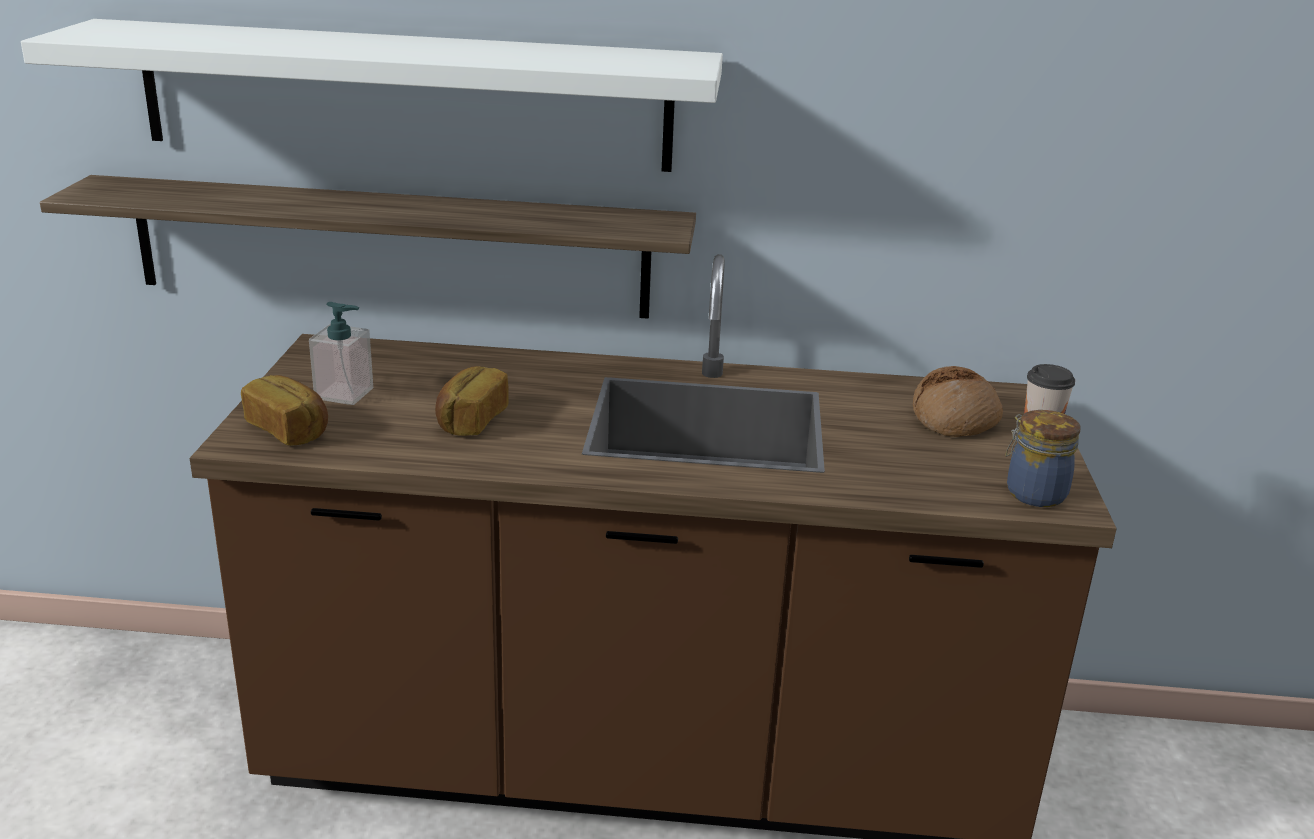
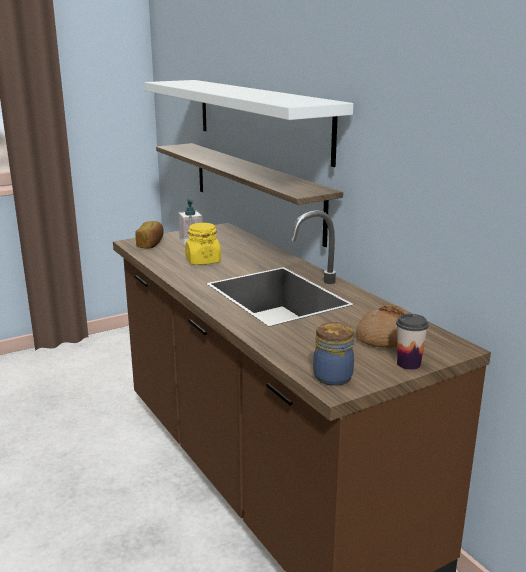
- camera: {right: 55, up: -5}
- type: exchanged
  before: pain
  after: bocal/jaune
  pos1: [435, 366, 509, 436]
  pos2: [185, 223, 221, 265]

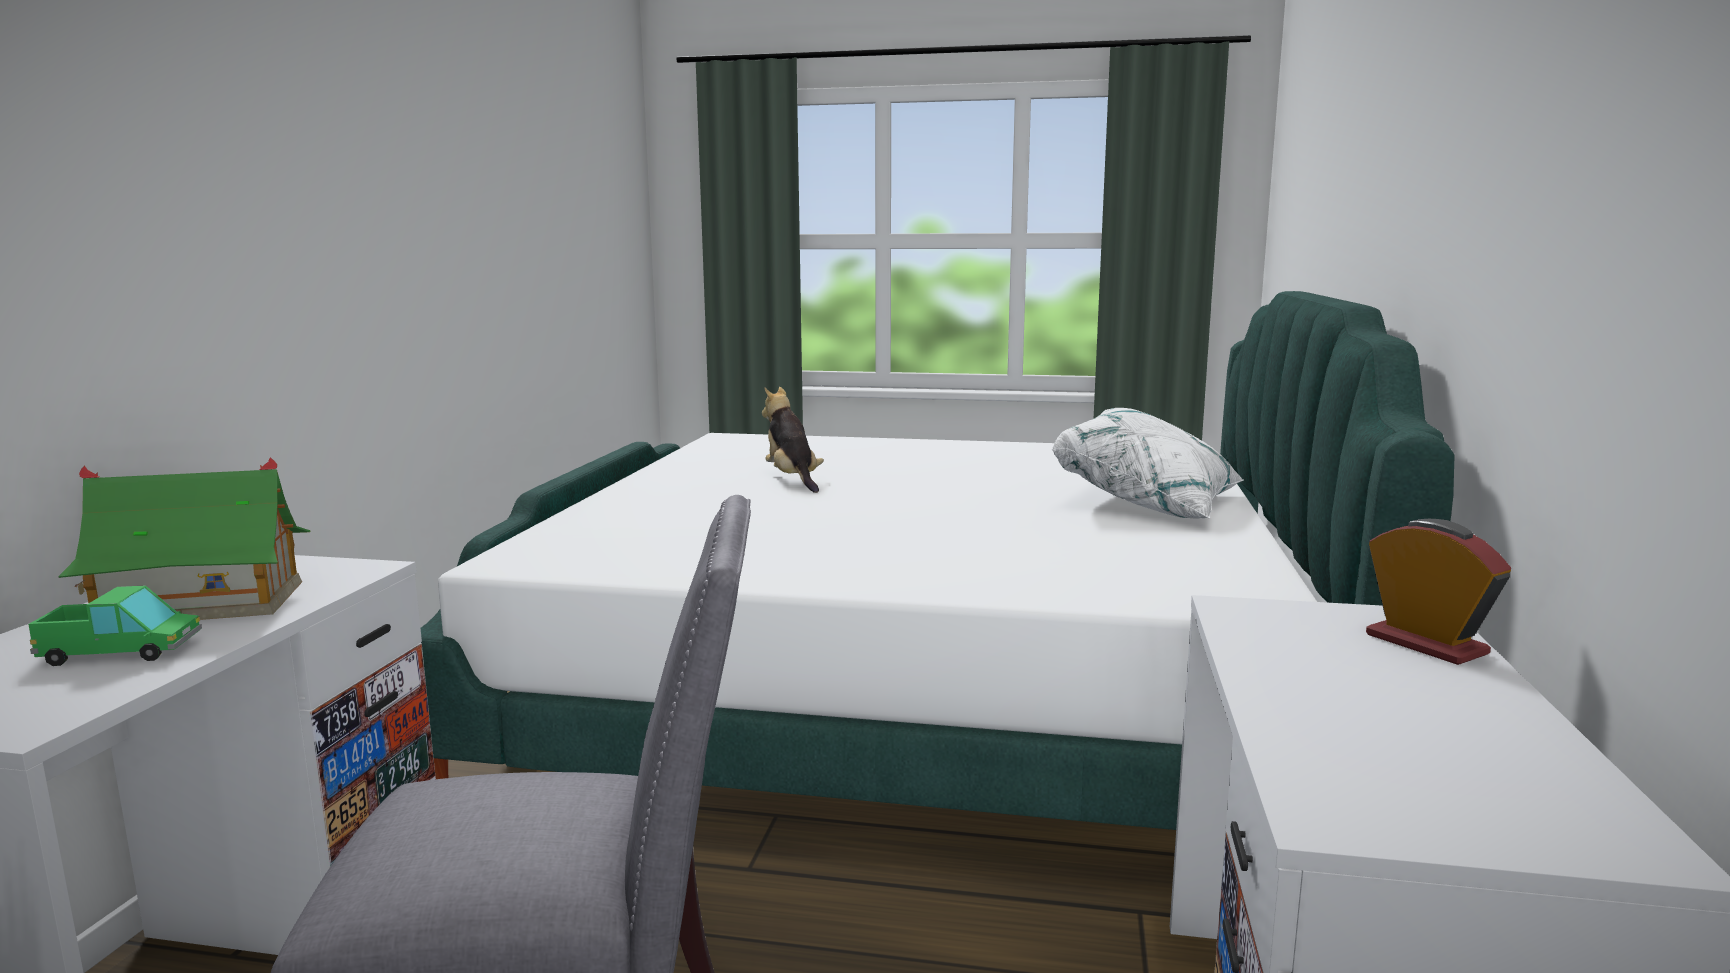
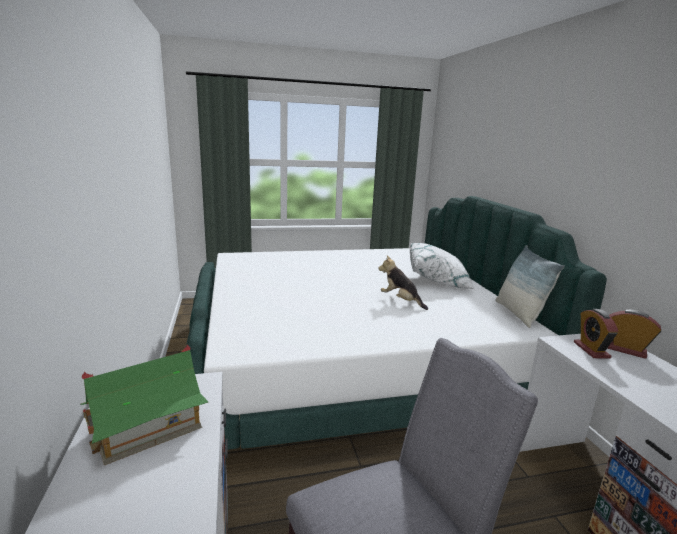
- camera: {right: -25, up: 5}
- type: missing
  before: camion jouet
  pos1: [28, 585, 202, 666]
- type: appeared
  after: coussin
  pos2: [495, 245, 565, 328]
- type: appeared
  after: réveil
  pos2: [574, 309, 619, 358]
- type: relocated
  before: peluche
  pos1: [762, 387, 824, 493]
  pos2: [378, 256, 428, 310]

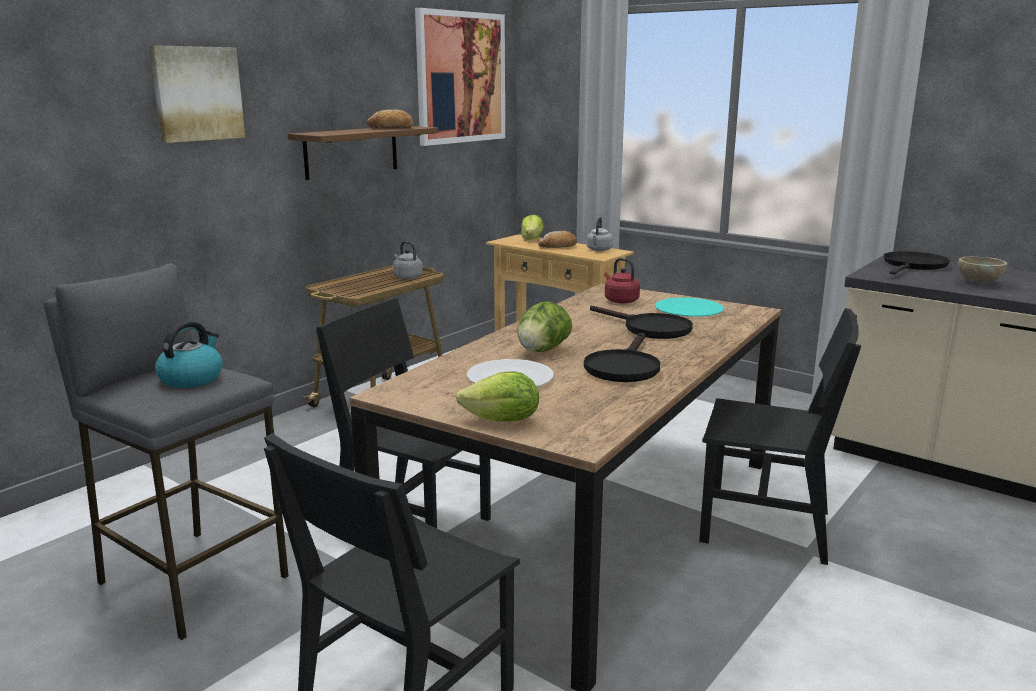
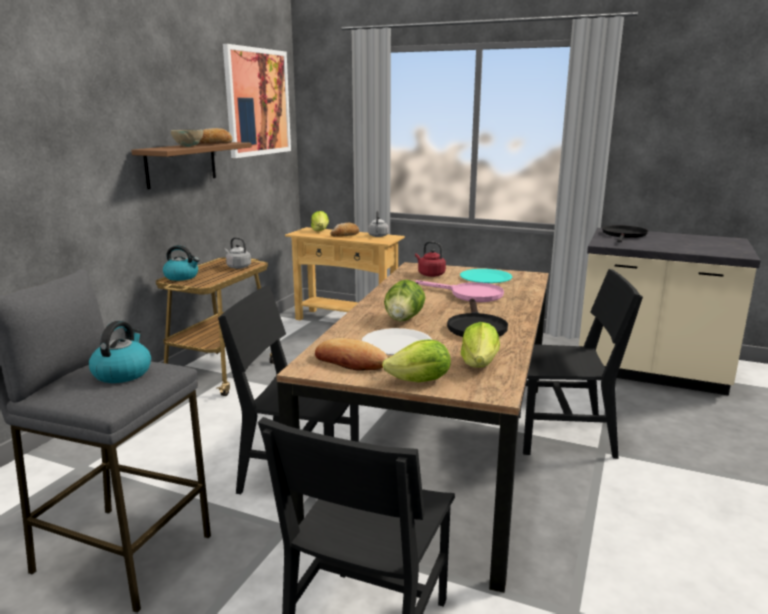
- camera: {right: -15, up: 0}
- type: missing
  before: tableau
  pos1: [149, 45, 245, 143]
- type: appeared
  after: bouilloire
  pos2: [163, 245, 200, 281]
- type: appeared
  after: pain
  pos2: [315, 338, 388, 371]
- type: appeared
  after: laitue
  pos2: [461, 322, 500, 368]
- type: relocated
  before: bol/beige
  pos1: [958, 257, 1008, 284]
  pos2: [171, 130, 203, 147]
- type: colour
  before: poêle/noir
  after: poêle/rose
  pos1: [590, 306, 693, 339]
  pos2: [416, 280, 504, 302]

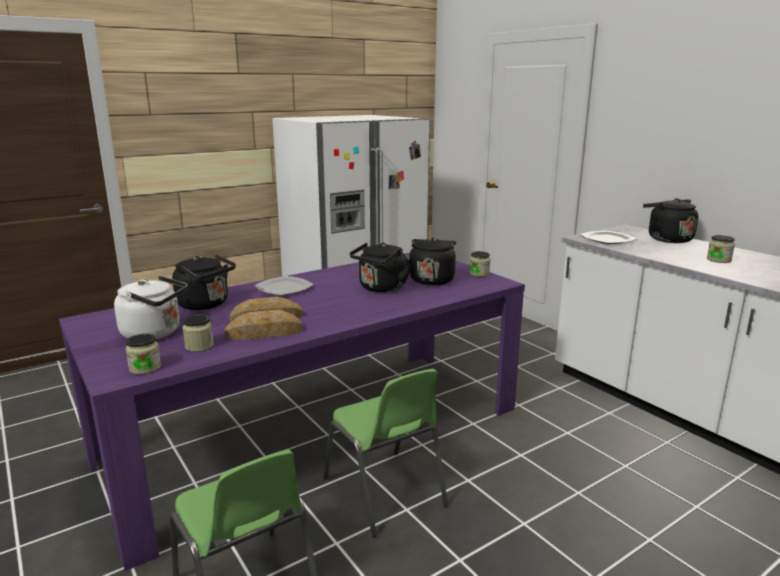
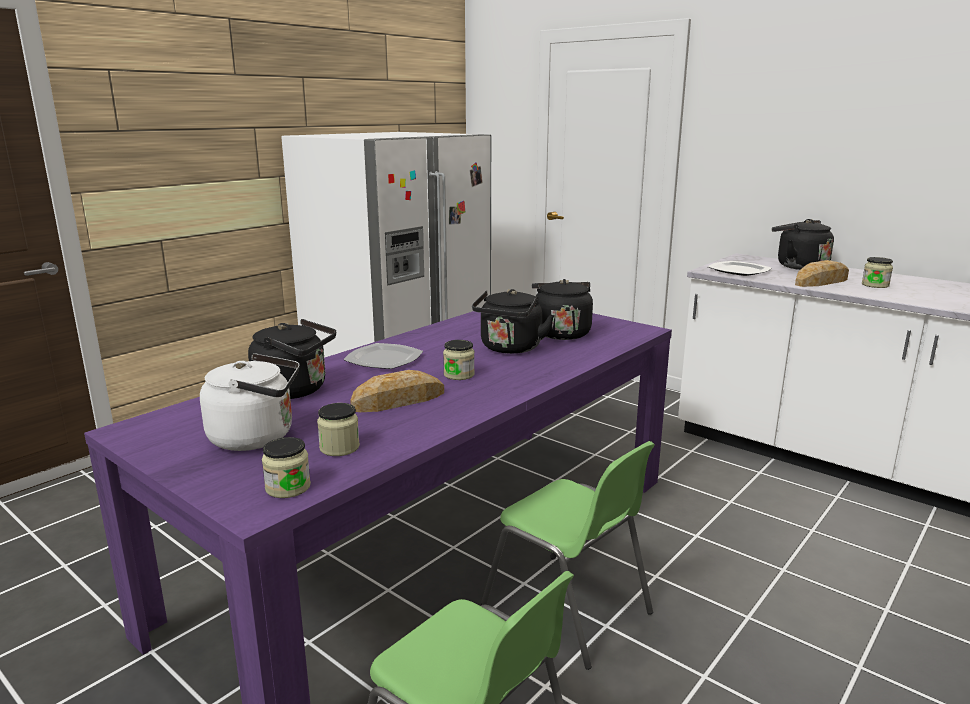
- camera: {right: -15, up: 0}
- type: relocated
  before: pain
  pos1: [225, 310, 302, 340]
  pos2: [795, 260, 849, 287]
- type: relocated
  before: bocal
  pos1: [469, 251, 490, 277]
  pos2: [443, 340, 475, 380]

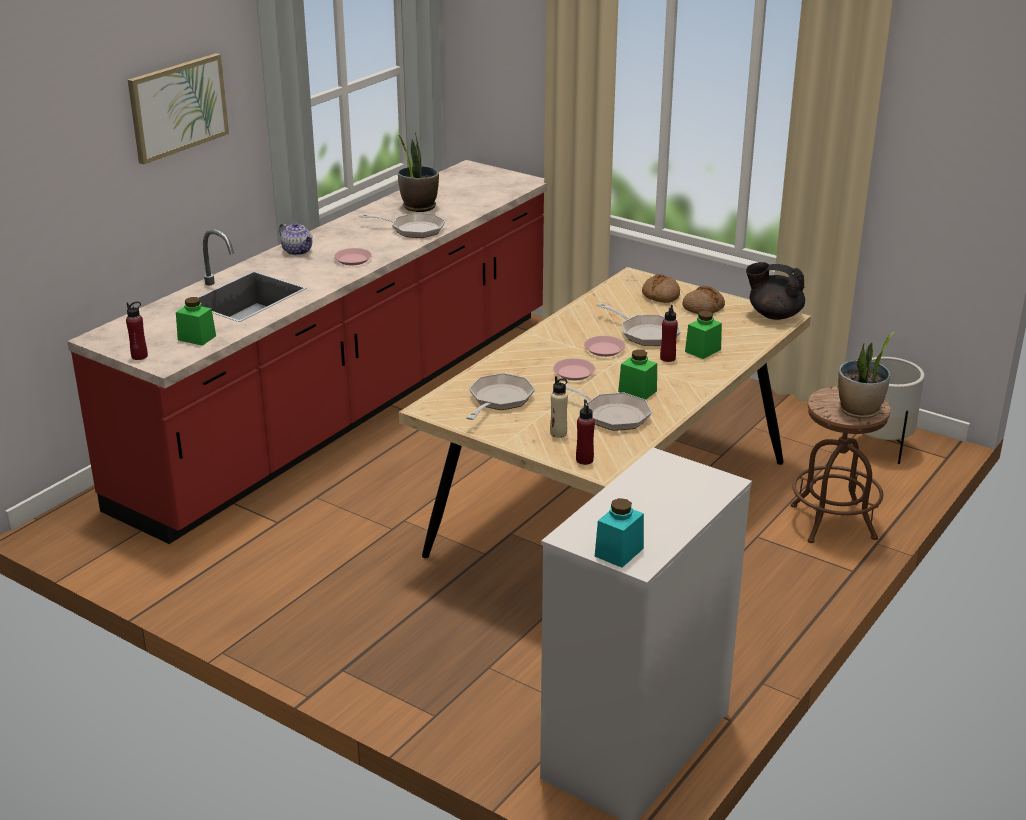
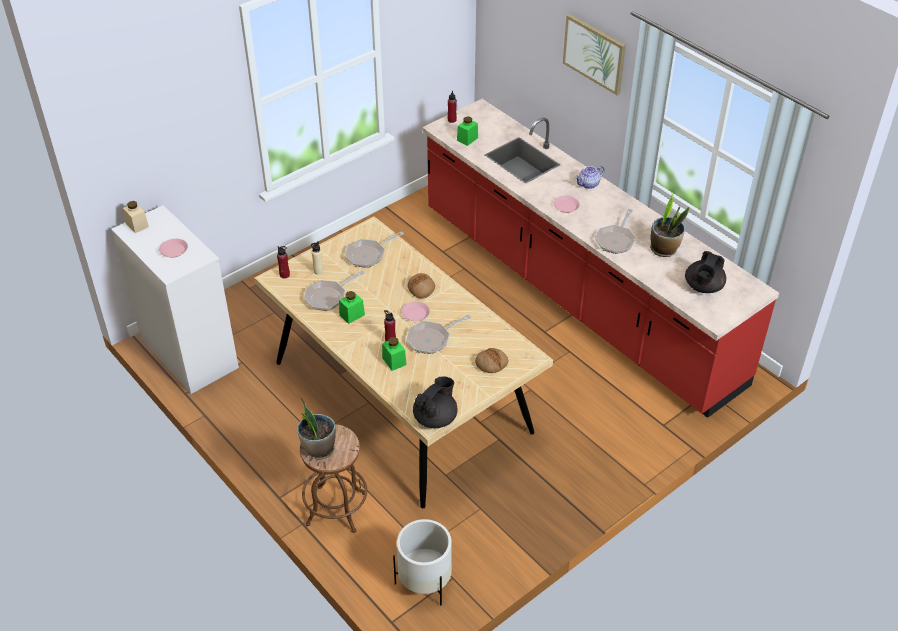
- camera: {right: 105, up: 15}
- type: appeared
  after: théière/noir
  pos2: [685, 251, 726, 293]
- type: relocated
  before: assiette/rose
  pos1: [553, 358, 595, 380]
  pos2: [159, 239, 188, 258]
- type: relocated
  before: pain
  pos1: [682, 286, 725, 314]
  pos2: [408, 273, 435, 299]
- type: colour
  before: bocal/turquoise
  after: bocal/beige
  pos1: [595, 498, 644, 568]
  pos2: [123, 201, 149, 233]
- type: spun
  before: poêle
  pos1: [466, 373, 535, 420]
  pos2: [345, 231, 404, 268]
  turn: 105

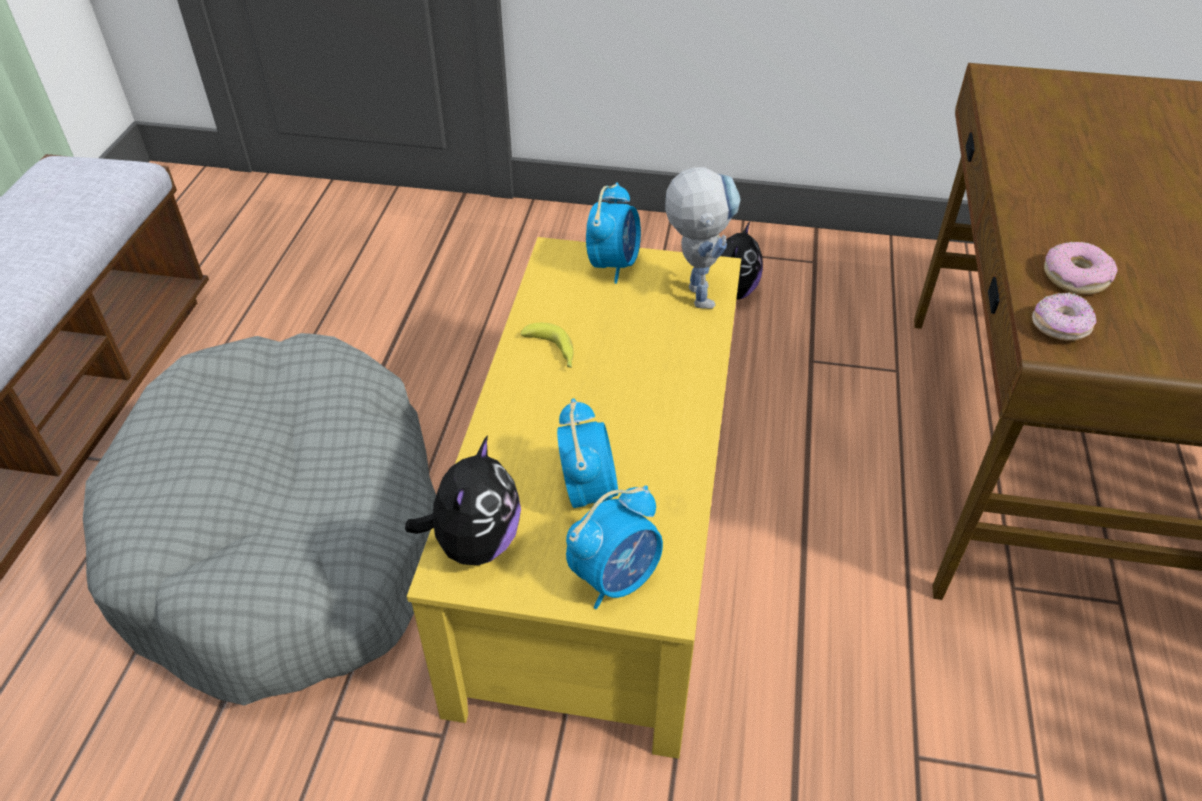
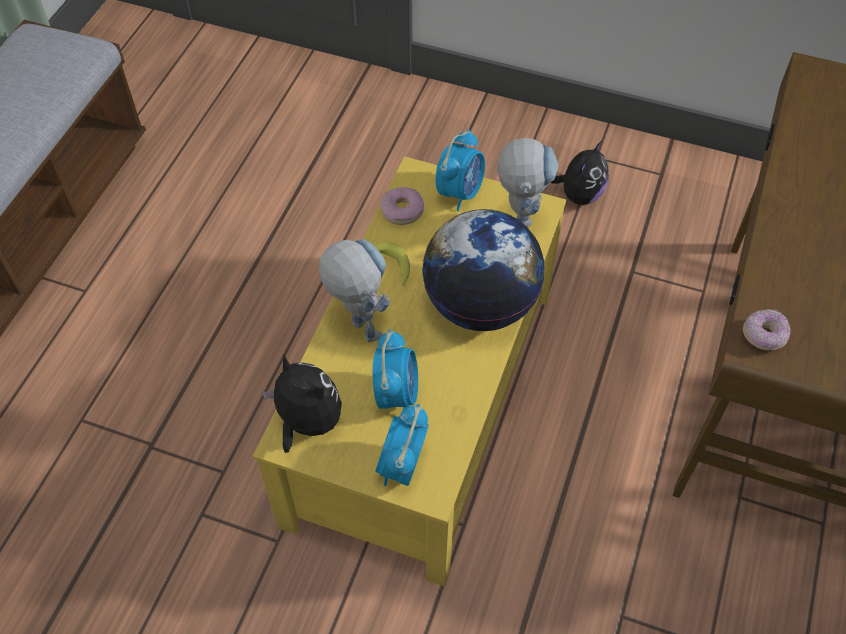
- camera: {right: 10, up: 10}
- type: missing
  before: panier pour chien/gris
  pos1: [83, 333, 436, 706]
- type: appeared
  after: robot jouet
  pos2: [319, 239, 390, 342]
- type: appeared
  after: globe
  pos2: [422, 209, 545, 331]
- type: relocated
  before: beignet
  pos1: [1044, 242, 1118, 294]
  pos2: [380, 187, 424, 225]
- type: spun
  before: peluche
  pos1: [405, 435, 521, 565]
  pos2: [262, 355, 342, 453]
  turn: -75
- type: spun
  before: réveil
  pos1: [566, 485, 663, 609]
  pos2: [375, 404, 429, 486]
  turn: 135

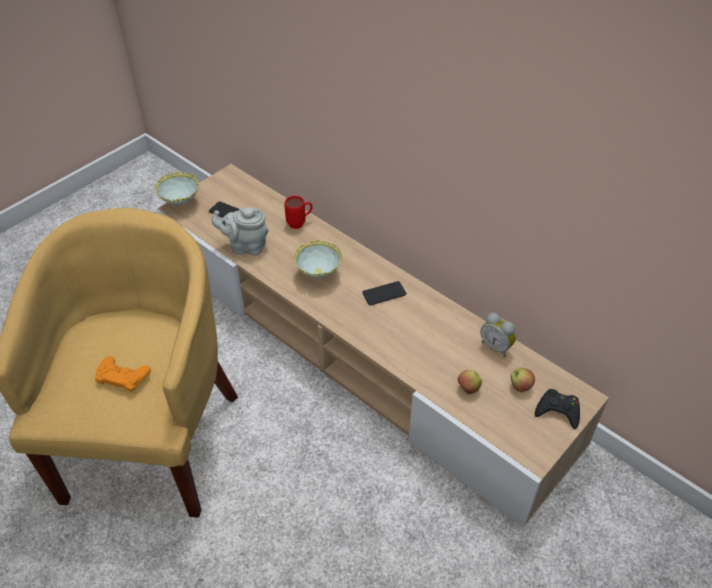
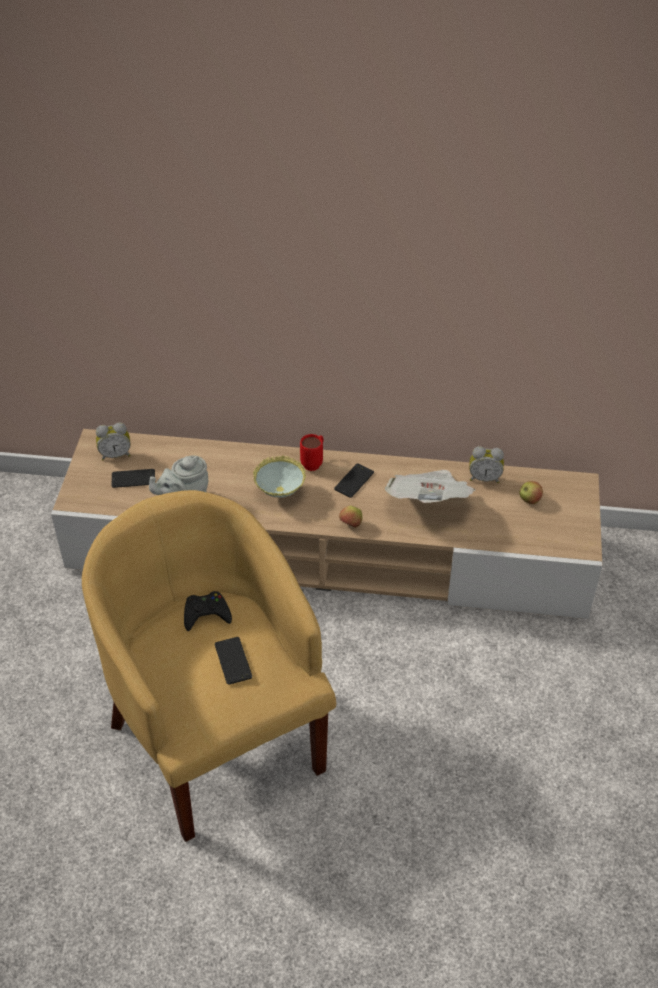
- camera: {right: -35, up: 0}
- type: missing
  before: bol
  pos1: [154, 171, 199, 205]
- type: appeared
  after: réveil
  pos2: [96, 423, 131, 461]
- type: appeared
  after: journal
  pos2: [384, 470, 476, 503]
- type: relocated
  before: mug/rouge
  pos1: [284, 196, 313, 229]
  pos2: [300, 434, 323, 471]
- type: relocated
  before: pomme
  pos1: [458, 370, 482, 394]
  pos2: [339, 505, 362, 528]
- type: relocated
  before: manette/noir
  pos1: [535, 389, 580, 429]
  pos2: [184, 591, 232, 631]
- type: exchanged
  before: manette/orange
  after: téléphone
  pos1: [95, 356, 151, 392]
  pos2: [215, 637, 252, 685]

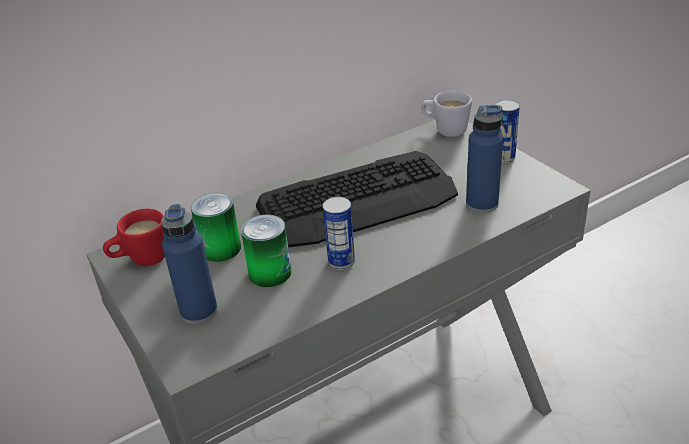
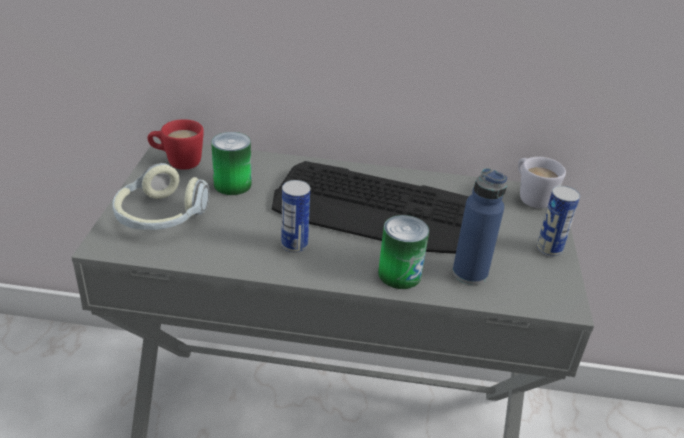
- camera: {right: 35, up: 0}
- type: relocated
  before: boîte métallique
  pos1: [241, 215, 291, 287]
  pos2: [378, 215, 429, 289]
- type: exchanged
  before: bouteille/bleu
  after: casque audio
  pos1: [161, 204, 218, 324]
  pos2: [112, 163, 209, 230]

